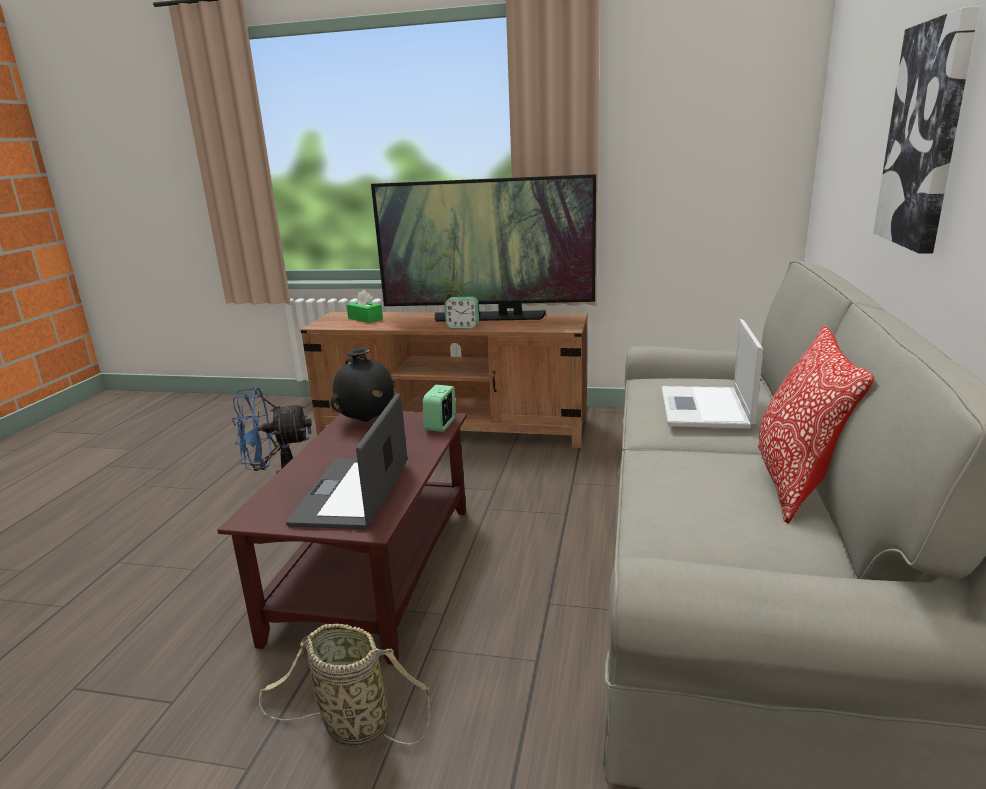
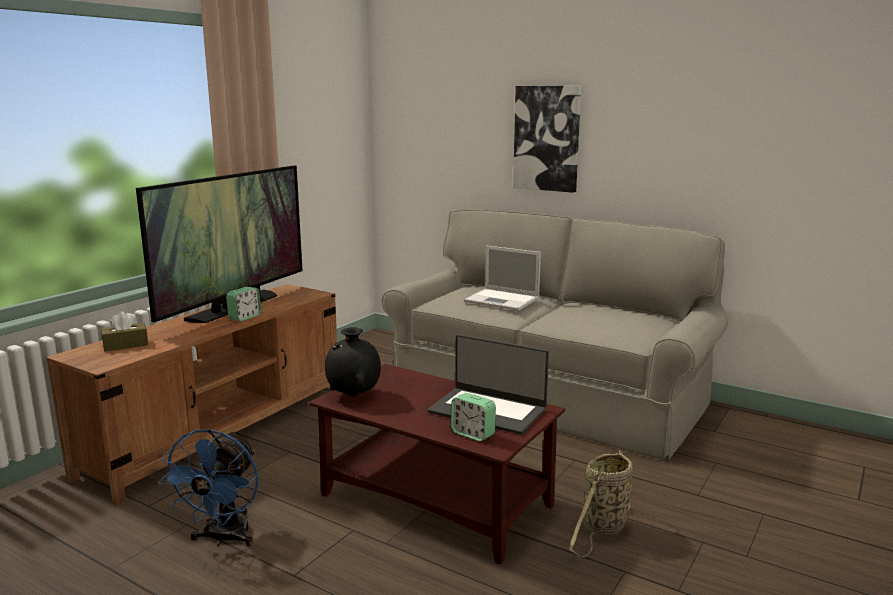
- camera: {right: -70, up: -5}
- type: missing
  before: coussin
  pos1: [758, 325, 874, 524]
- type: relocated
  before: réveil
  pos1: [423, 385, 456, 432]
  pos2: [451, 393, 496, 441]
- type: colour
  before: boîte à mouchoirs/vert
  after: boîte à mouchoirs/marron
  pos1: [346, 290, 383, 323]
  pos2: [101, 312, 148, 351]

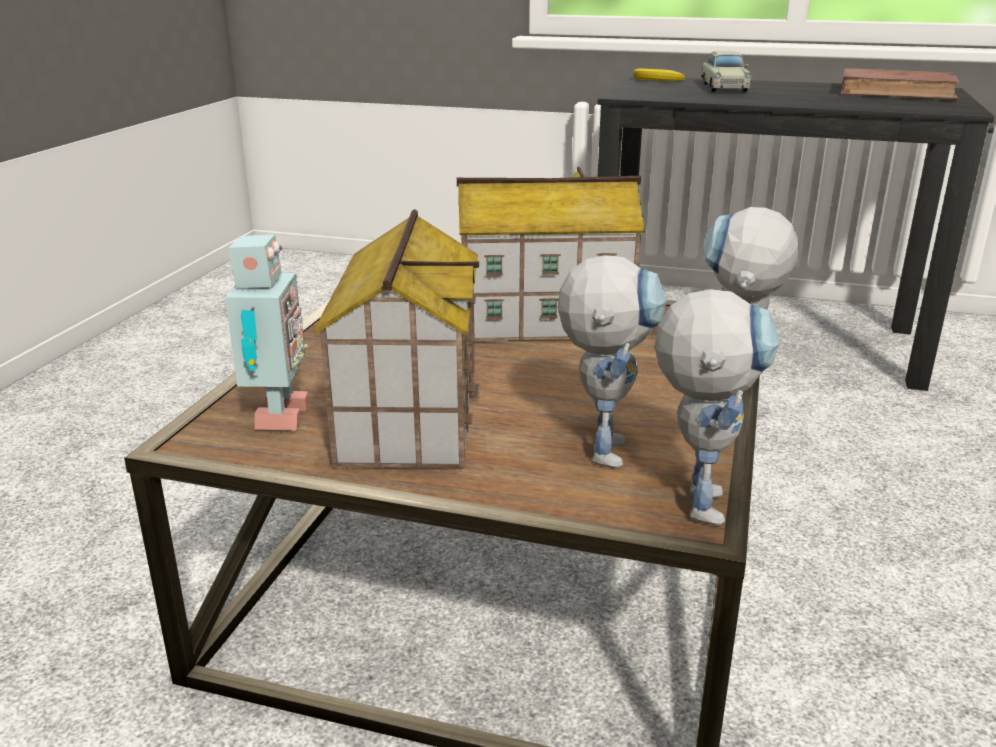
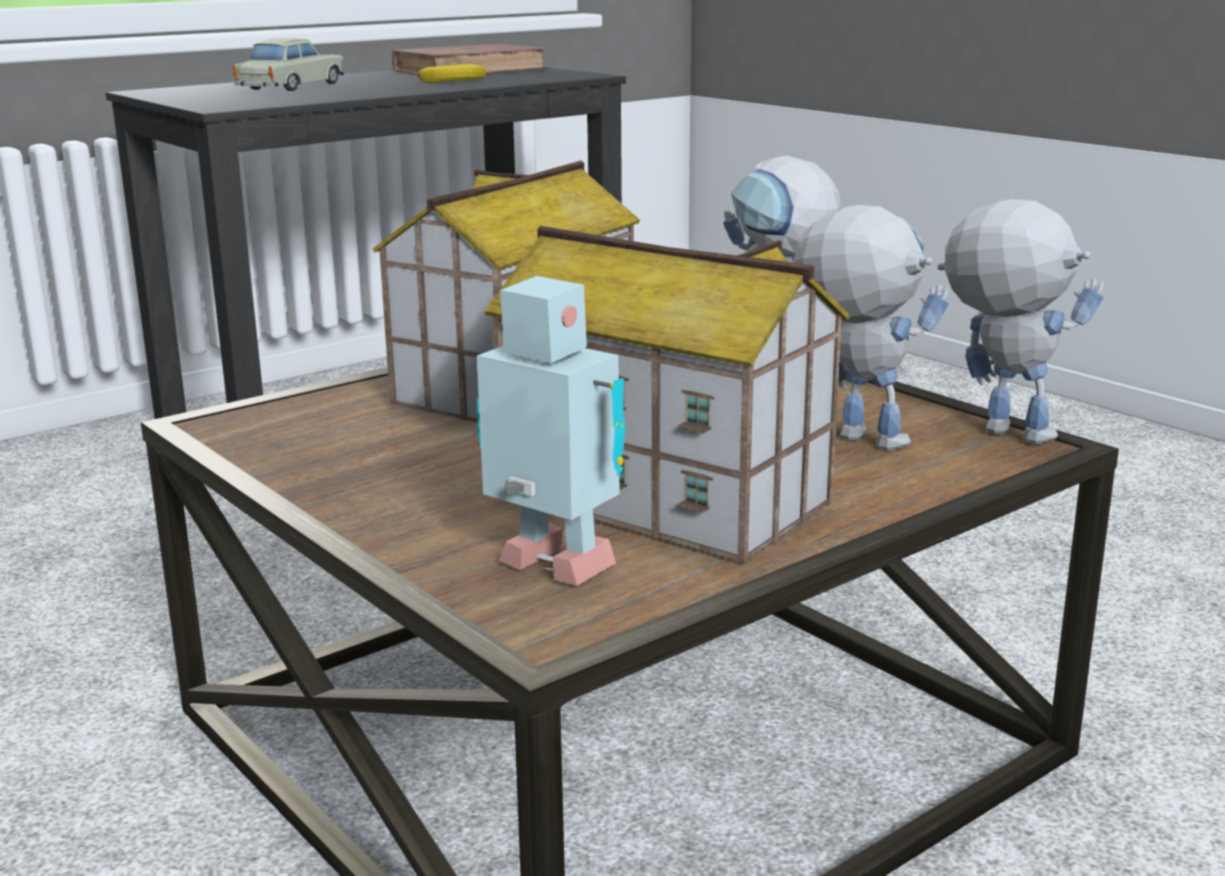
- camera: {right: -55, up: -5}
- type: relocated
  before: banane
  pos1: [633, 68, 685, 81]
  pos2: [418, 64, 486, 83]
- type: spun
  before: petite voiture/beige
  pos1: [701, 51, 752, 92]
  pos2: [233, 38, 344, 91]
  turn: -105

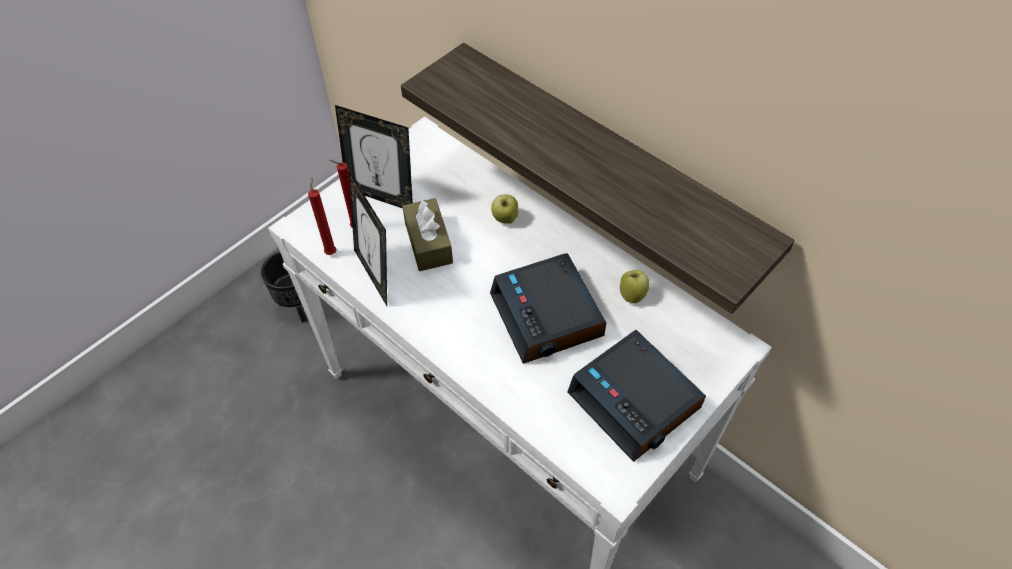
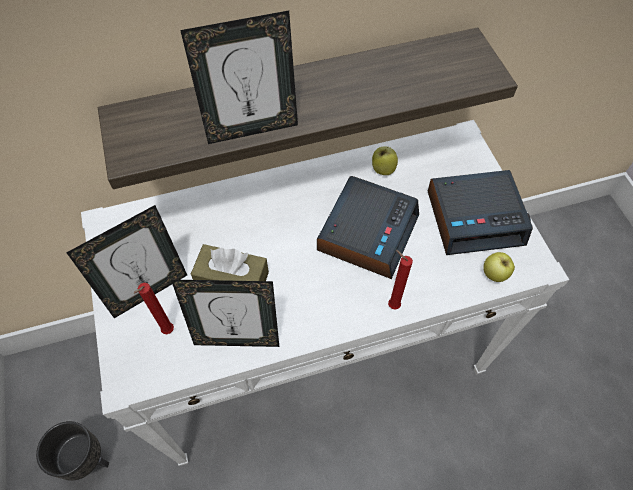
- camera: {right: -60, up: 5}
- type: appeared
  after: cadre photo
  pos2: [180, 10, 298, 144]
- type: relocated
  before: bougie/rouge
  pos1: [308, 177, 336, 255]
  pos2: [388, 250, 413, 310]
- type: relocated
  before: pomme
  pos1: [491, 194, 518, 224]
  pos2: [483, 252, 515, 282]
- type: spun
  before: réveil
  pos1: [490, 253, 606, 364]
  pos2: [317, 176, 419, 279]
  turn: -75

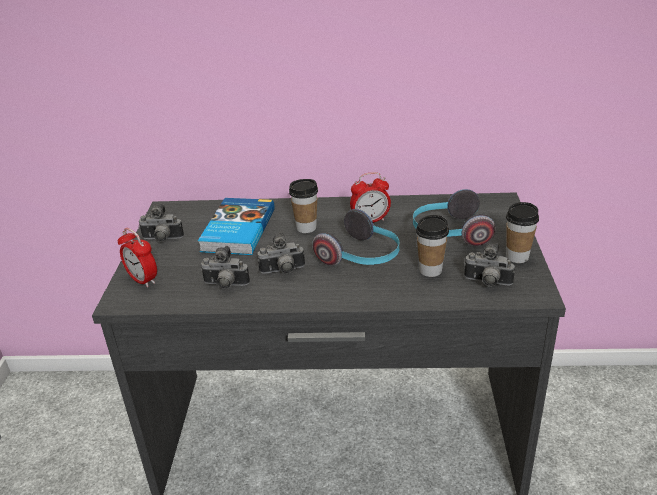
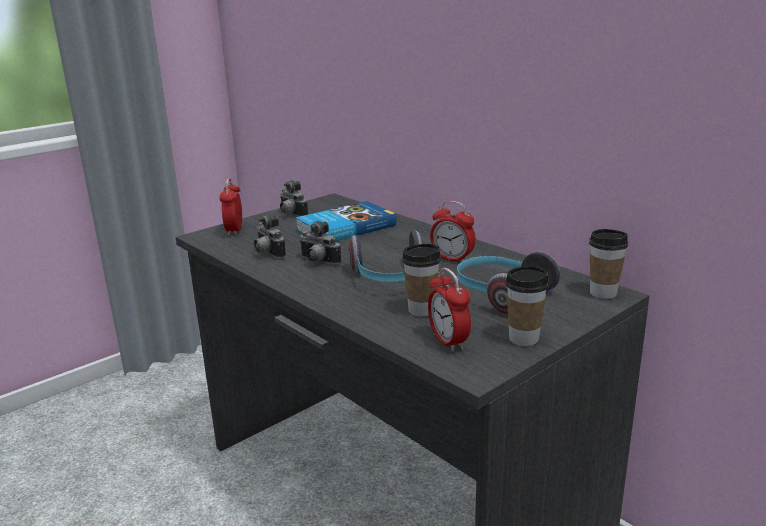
- camera: {right: 45, up: -10}
- type: relocated
  before: tasse
  pos1: [289, 179, 318, 233]
  pos2: [589, 229, 628, 299]
- type: exchanged
  before: appareil photo
  after: réveil
  pos1: [464, 243, 515, 287]
  pos2: [428, 268, 471, 352]

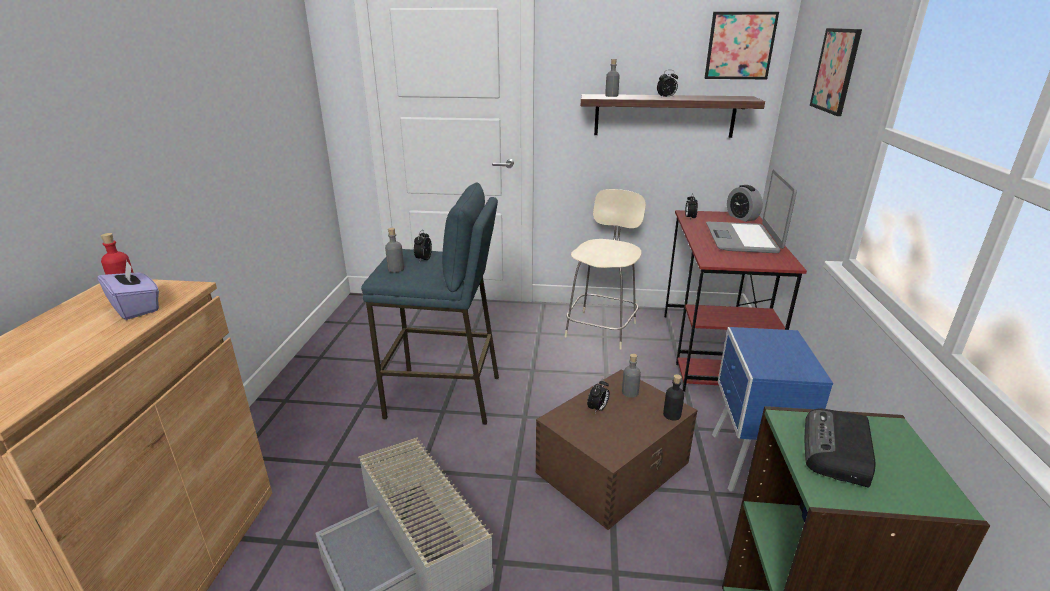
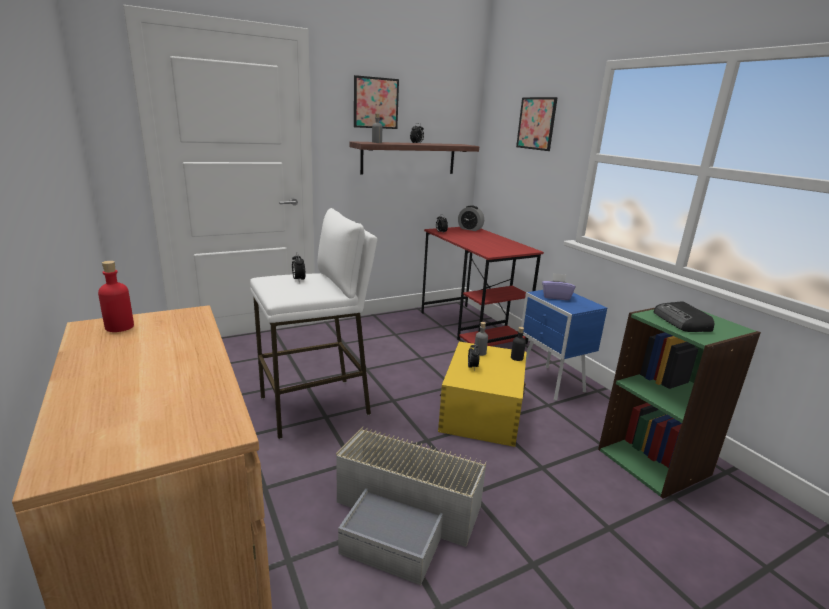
- camera: {right: -35, up: -5}
- type: missing
  before: bouteille/gris
  pos1: [385, 228, 404, 273]
- type: missing
  before: chaise/beige
  pos1: [564, 189, 646, 350]
- type: missing
  before: ordinateur portable
  pos1: [706, 170, 797, 253]
- type: relocated
  before: boîte à mouchoirs/violet
  pos1: [97, 260, 159, 320]
  pos2: [542, 273, 575, 300]
- type: relocated
  before: tableau
  pos1: [704, 12, 779, 79]
  pos2: [354, 75, 399, 129]
- type: colour
  before: tabouret/bleu
  after: tabouret/blanc
  pos1: [361, 183, 499, 425]
  pos2: [250, 208, 377, 439]
- type: colour
  before: boîte de rangement/marron
  after: boîte de rangement/jaune
  pos1: [536, 370, 697, 530]
  pos2: [438, 342, 527, 447]

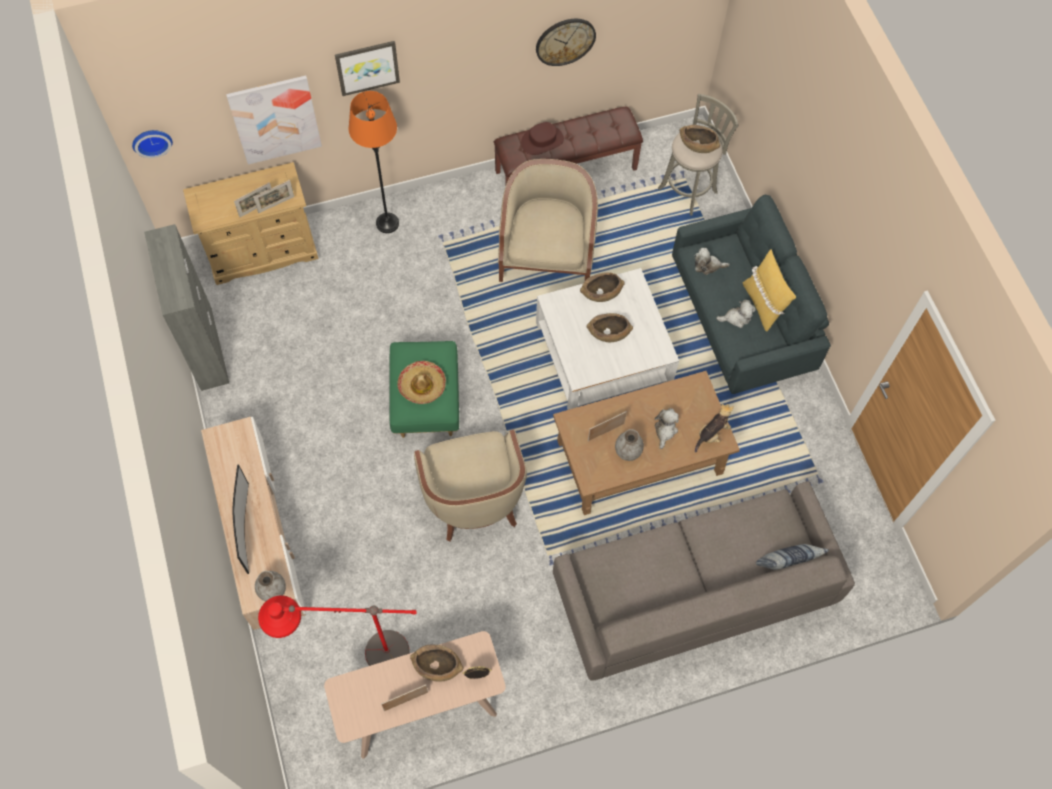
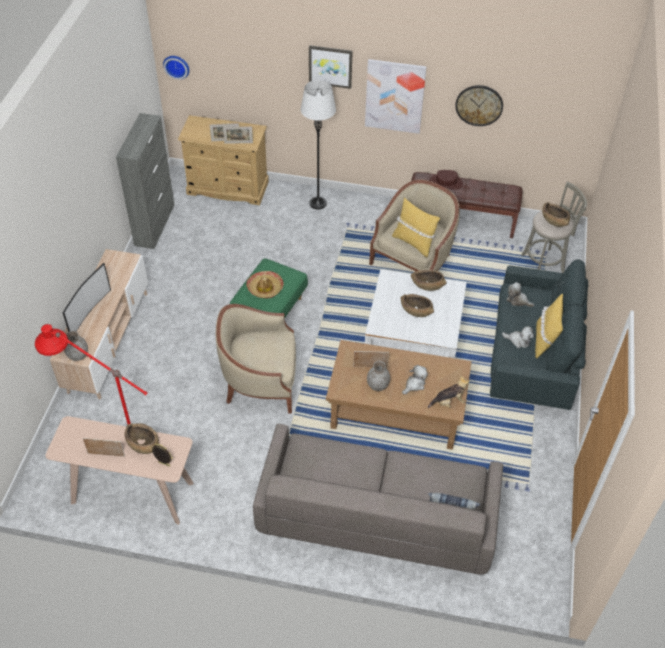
- camera: {right: 30, up: -15}
- type: appeared
  after: coussin/jaune
  pos2: [392, 198, 440, 257]
- type: relocated
  before: tableau
  pos1: [226, 75, 322, 165]
  pos2: [365, 59, 426, 134]
- type: colour
  before: lampadaire/orange
  after: lampadaire/blanc
  pos1: [349, 91, 399, 233]
  pos2: [301, 80, 336, 210]
- type: spun
  before: fauteuil/beige
  pos1: [414, 430, 527, 541]
  pos2: [216, 304, 296, 413]
  turn: 75

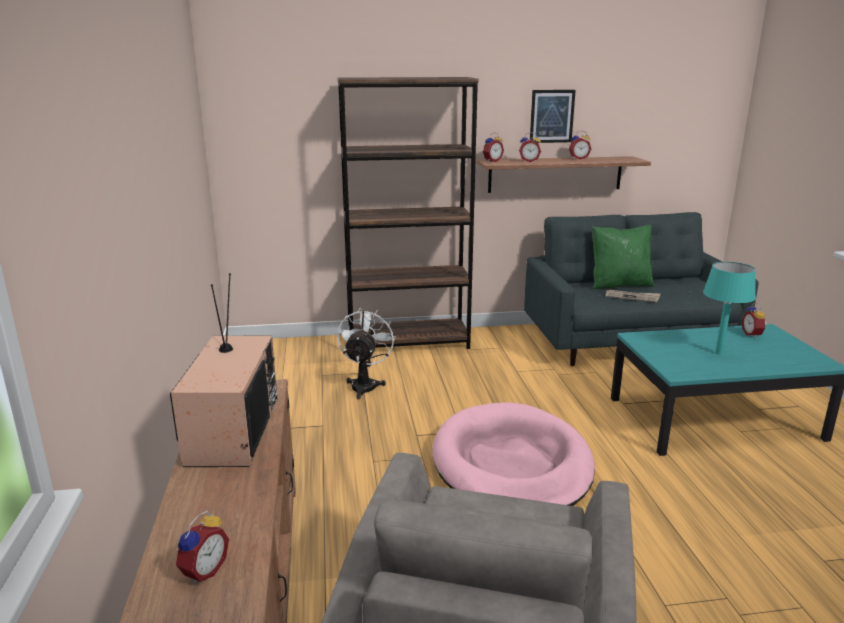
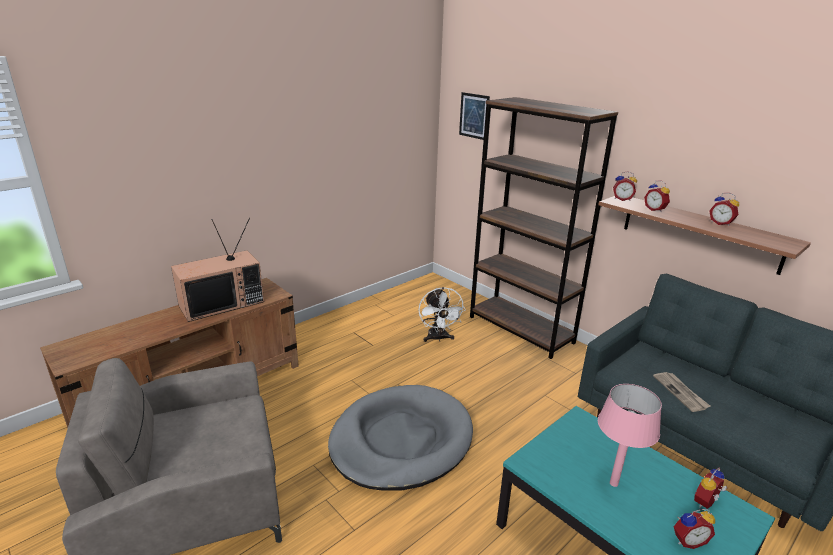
- camera: {right: 55, up: 5}
- type: missing
  before: coussin/vert
  pos1: [592, 225, 654, 290]
- type: relocated
  before: réveil
  pos1: [175, 511, 229, 584]
  pos2: [674, 509, 715, 549]
- type: relocated
  before: tableau
  pos1: [530, 90, 576, 143]
  pos2: [459, 92, 490, 140]
- type: colour
  before: panier pour chien/rose
  after: panier pour chien/gris
  pos1: [432, 402, 595, 506]
  pos2: [328, 385, 473, 491]
- type: colour
  before: lampe de table/turquoise
  after: lampe de table/rose
  pos1: [703, 262, 756, 355]
  pos2: [598, 384, 662, 487]
- type: spun
  before: ventilateur/blanc
  pos1: [337, 308, 396, 399]
  pos2: [418, 287, 465, 342]
  turn: 105

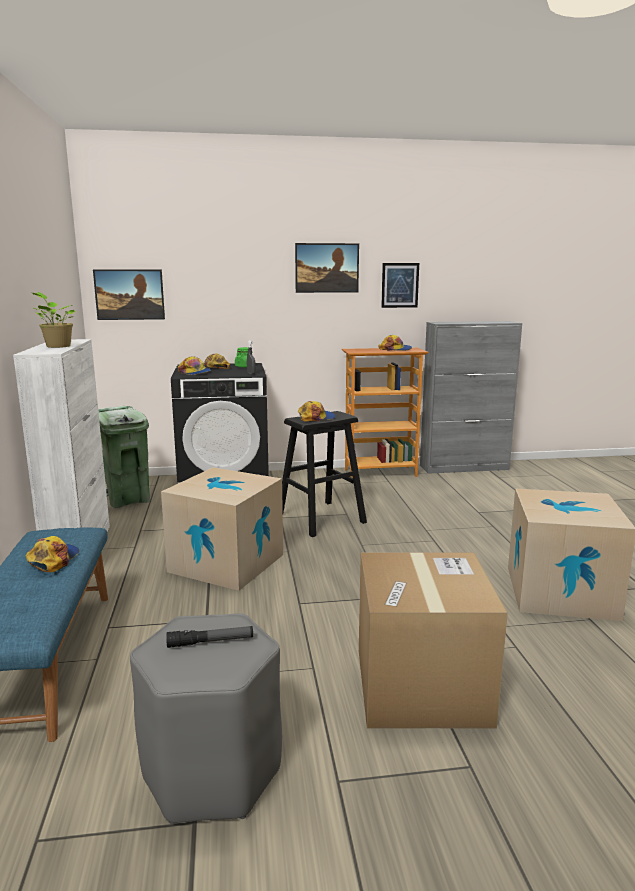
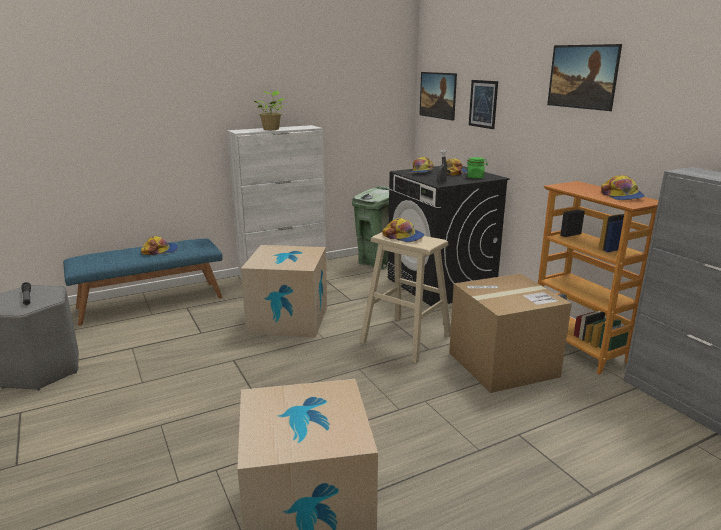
- camera: {right: 70, up: 5}
- type: relocated
  before: carton
  pos1: [359, 553, 508, 728]
  pos2: [449, 274, 572, 393]
- type: relocated
  before: tableau
  pos1: [381, 263, 419, 308]
  pos2: [469, 80, 498, 129]
- type: colour
  before: tabouret/noir
  after: tabouret/beige
  pos1: [282, 411, 367, 537]
  pos2: [360, 232, 451, 363]

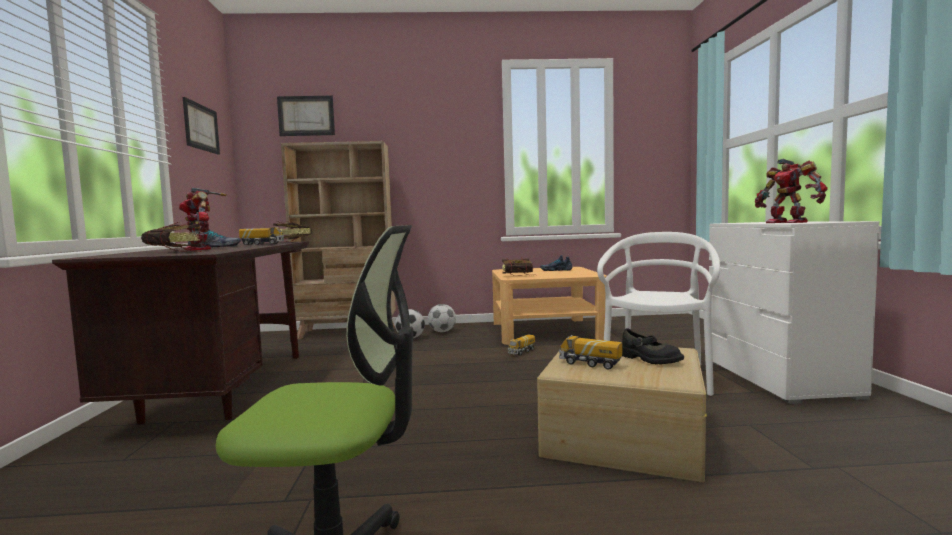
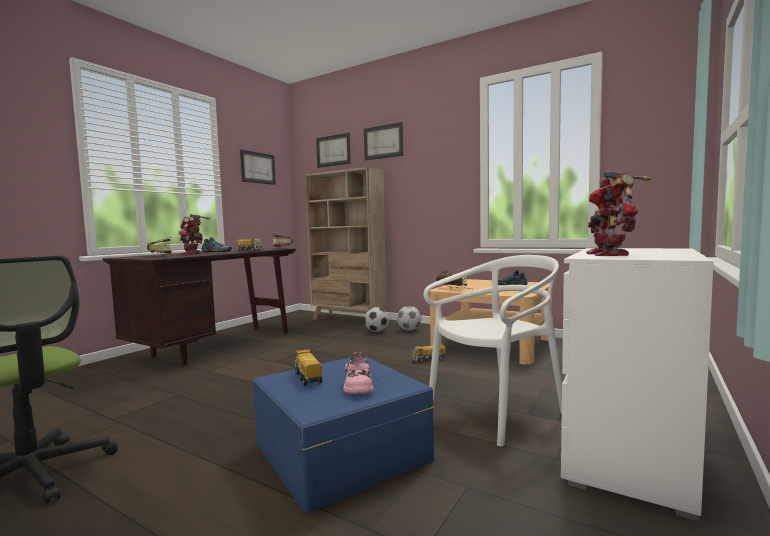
- camera: {right: 35, up: 0}
- type: appeared
  after: tableau
  pos2: [364, 122, 403, 161]
- type: colour
  before: boîte de rangement/beige
  after: boîte de rangement/bleu
  pos1: [537, 348, 707, 482]
  pos2: [253, 355, 434, 513]
- type: colour
  before: chaussure/noir
  after: chaussure/rose
  pos1: [622, 328, 684, 364]
  pos2: [343, 352, 374, 394]

